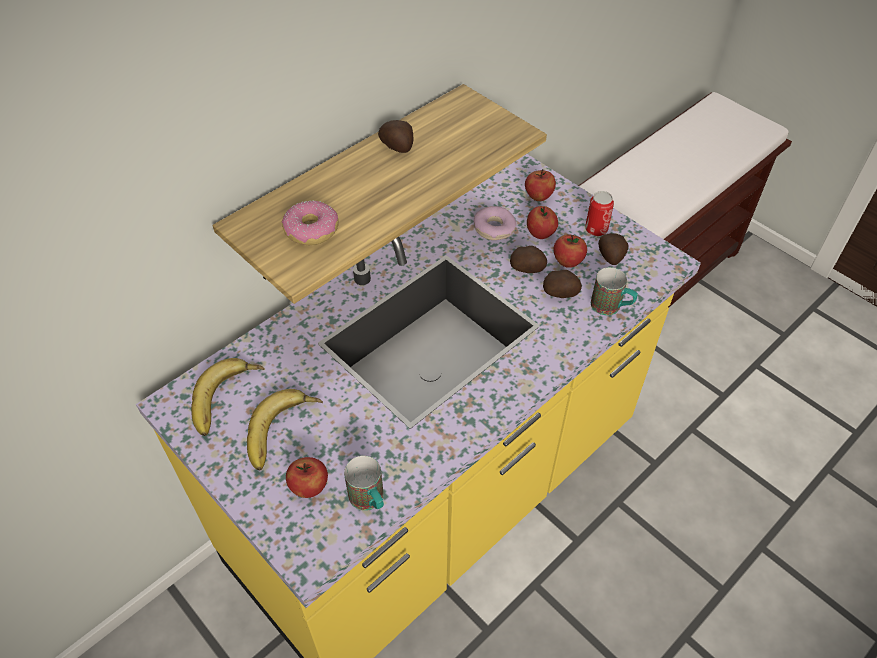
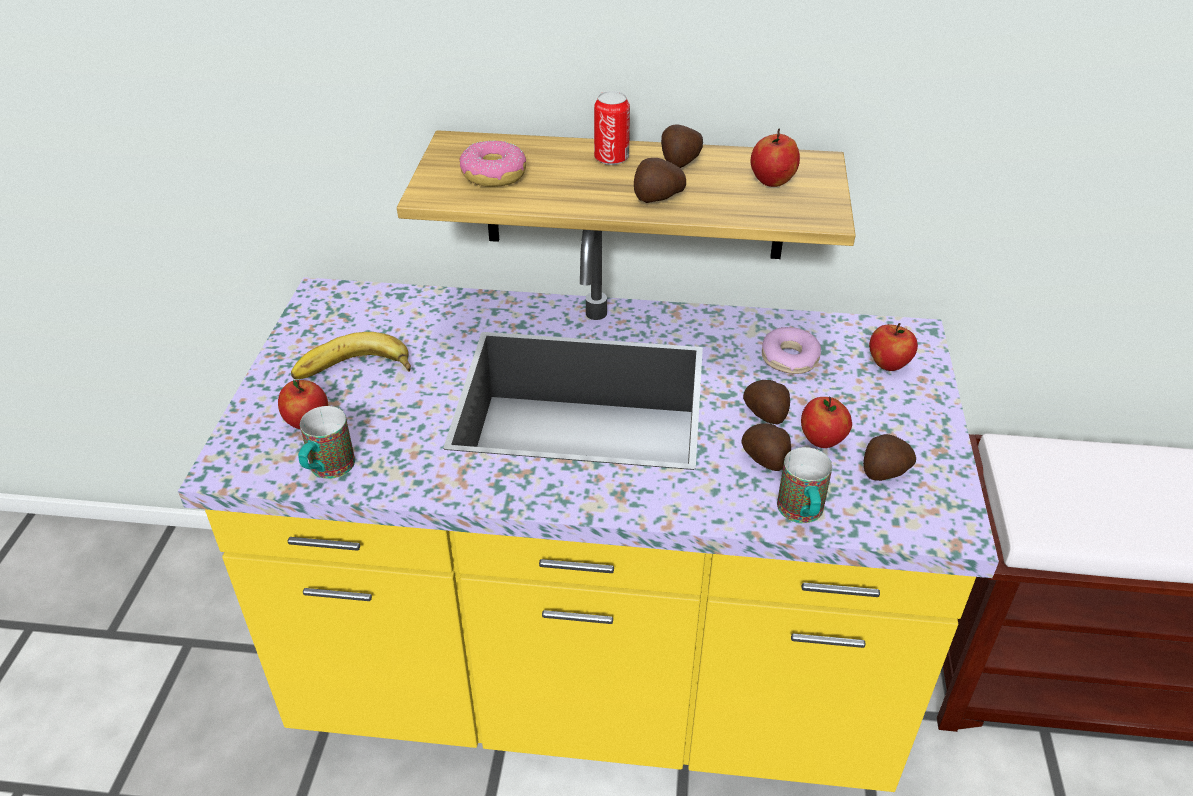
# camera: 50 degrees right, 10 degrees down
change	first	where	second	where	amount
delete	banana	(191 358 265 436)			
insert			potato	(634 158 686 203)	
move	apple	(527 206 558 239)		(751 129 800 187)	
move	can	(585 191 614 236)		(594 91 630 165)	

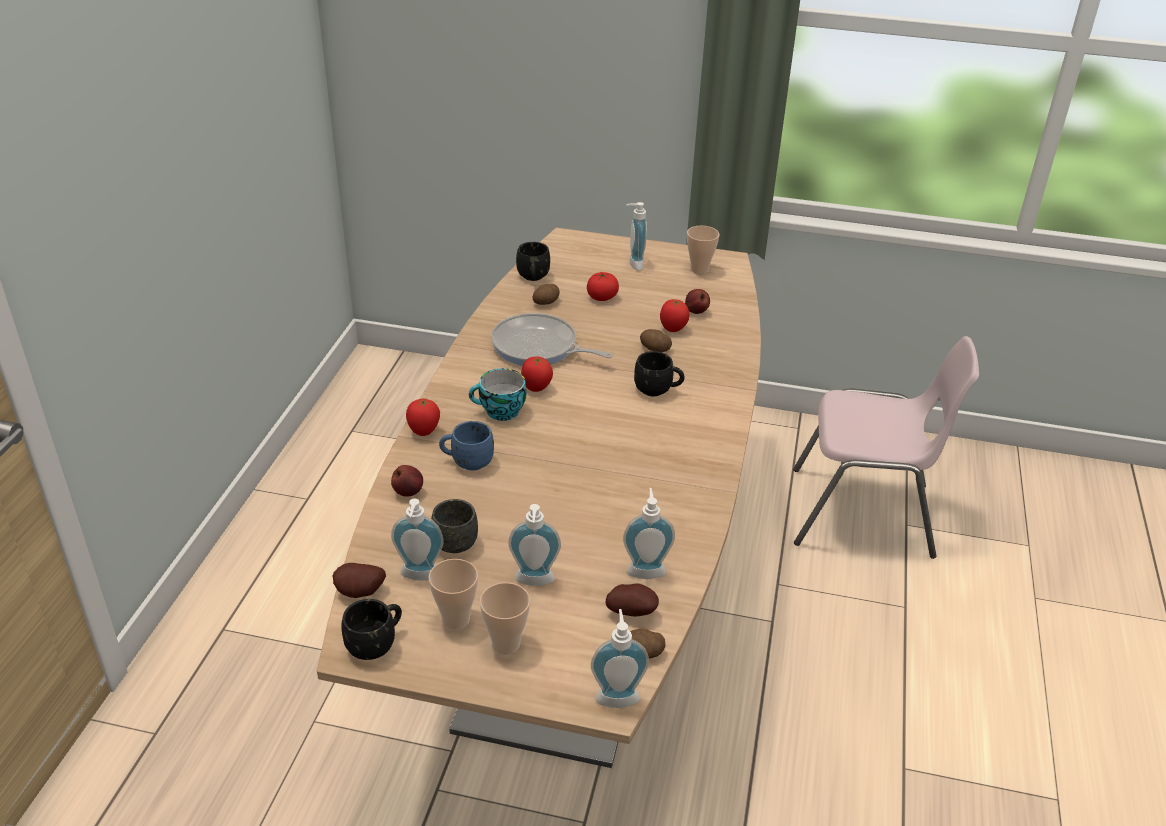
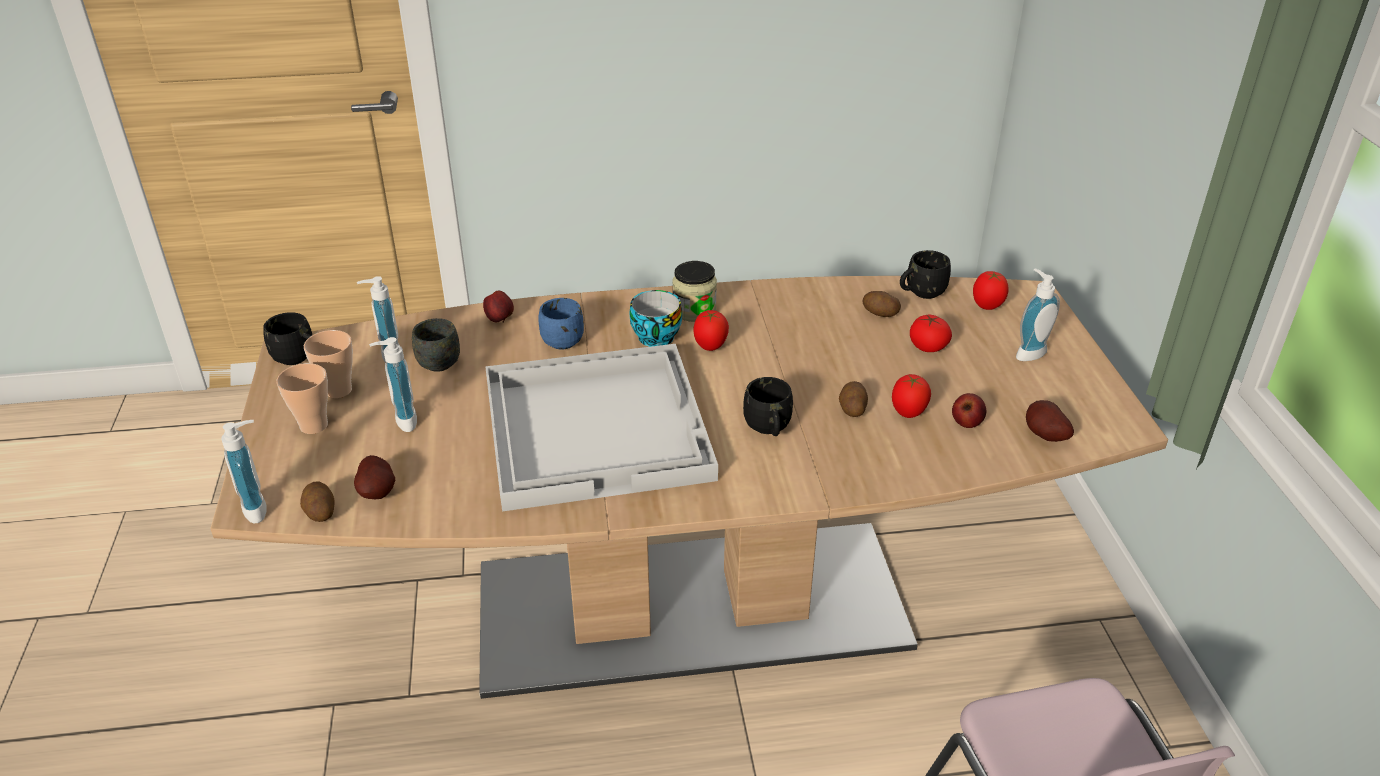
# camera: 70 degrees right, 0 degrees up
change	first	where	second	where	amount
delete	frying pan	(491 313 613 366)			
delete	soap dispenser	(623 488 675 579)			
delete	cup	(687 226 719 274)			
insert			white tray	(485 344 718 512)	
insert			jar	(672 261 717 322)	
move	potato	(332 563 386 598)		(1026 400 1074 442)	
move	tomato	(406 399 440 436)		(973 271 1008 310)	

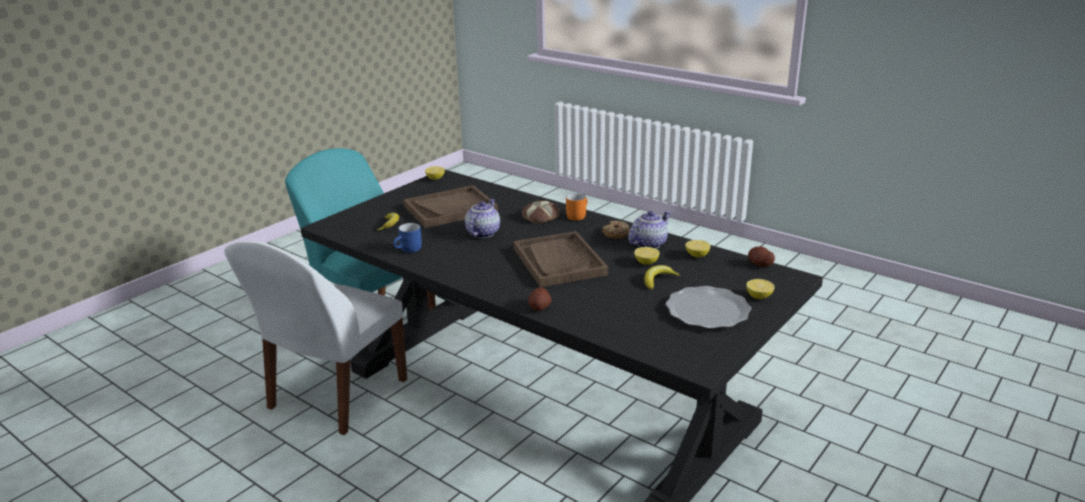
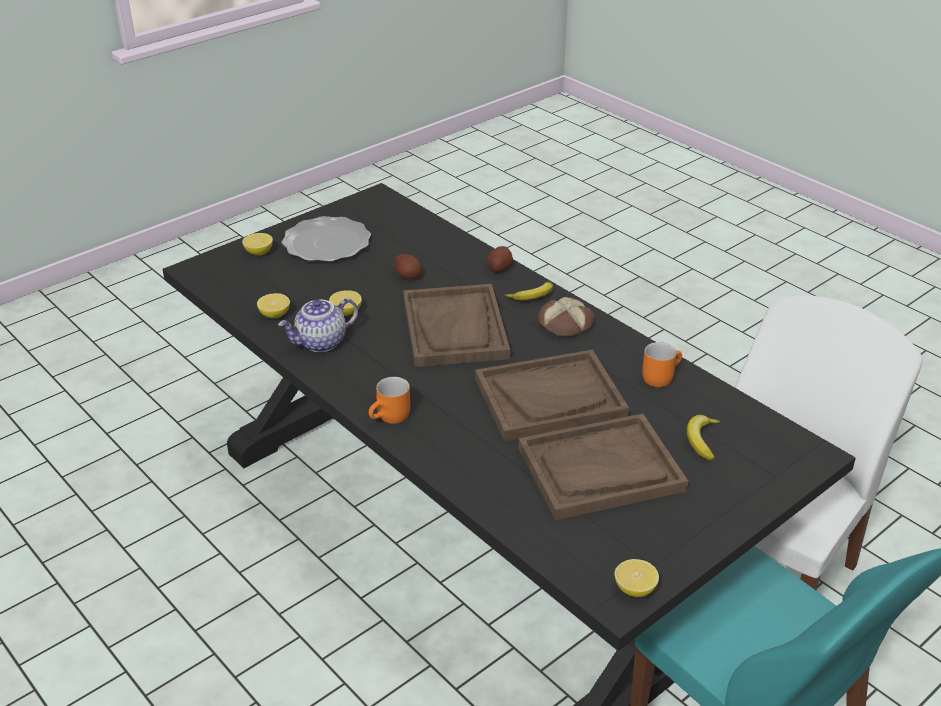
# camera: 170 degrees left, 10 degrees up
change	first	where	second	where	amount
delete	donut	(602 220 630 239)			
move	bread	(522 201 560 224)		(538 297 595 336)	
move	banana	(644 265 680 290)		(505 282 553 300)	
move	potato	(748 247 775 267)		(394 254 422 279)	
replace	teapot	(465 199 500 238)	brown tray	(475 350 629 441)	
recolor	blue mug	(393 223 422 253)	orange mug	(642 342 682 387)	

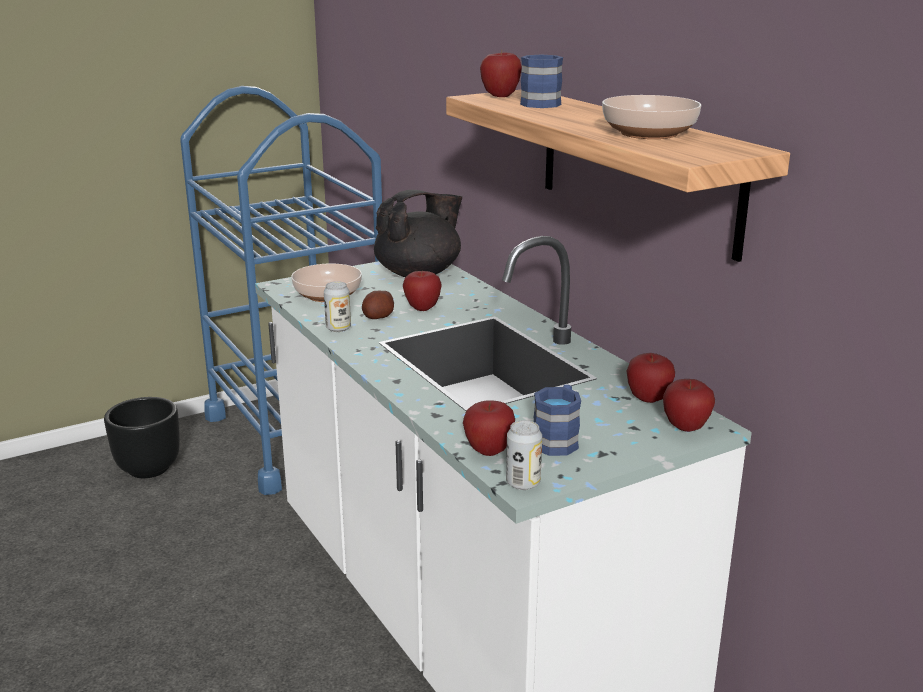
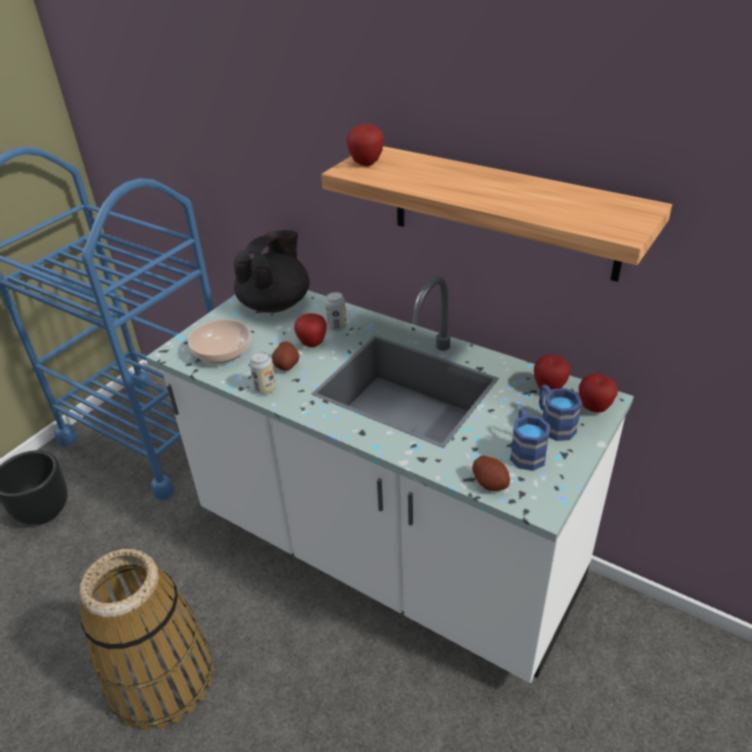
# camera: 25 degrees left, 15 degrees up
change	first	where	second	where	amount
delete	bowl	(602 95 701 139)			
insert			basket	(80 549 214 730)	
move	can	(506 420 542 490)		(325 292 347 331)	
move	blue mug	(520 55 563 108)		(539 385 582 441)	
replace	apple	(463 400 515 456)	potato	(472 456 510 491)	

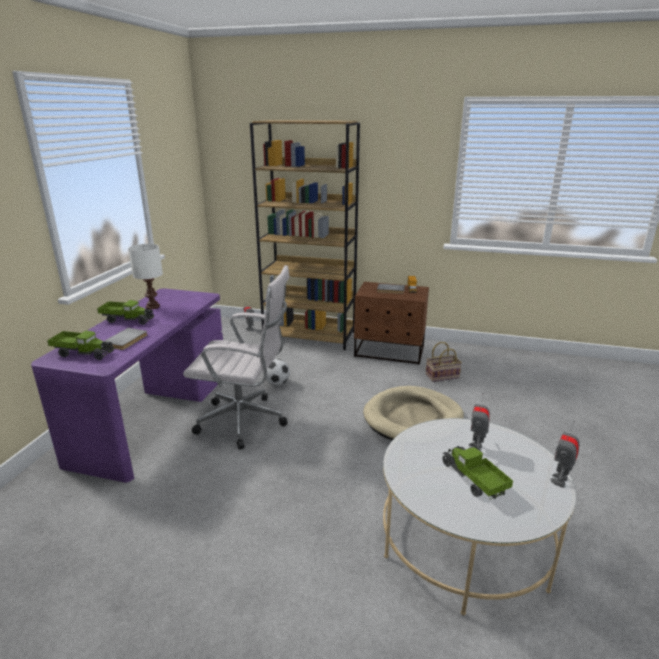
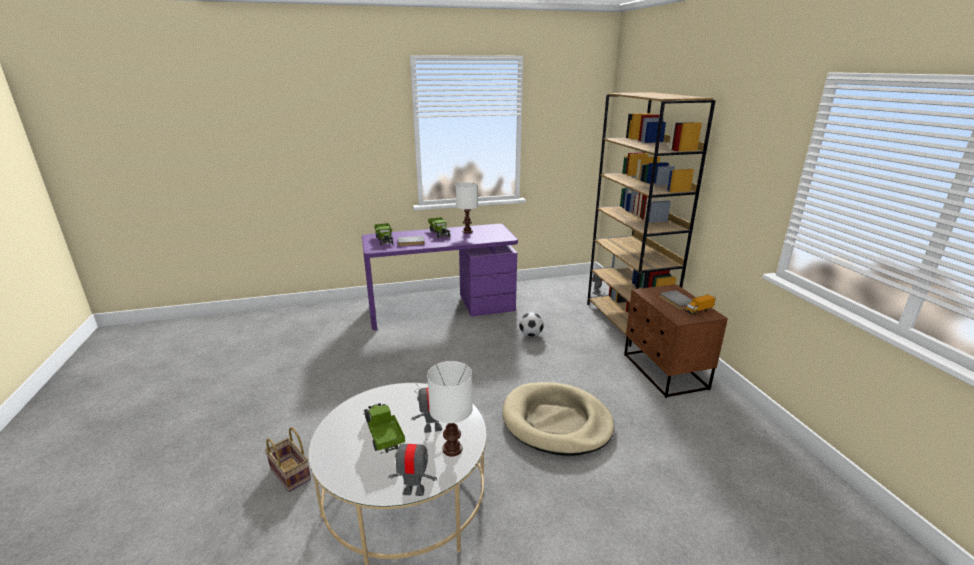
# camera: 60 degrees right, 0 degrees up
change	first	where	second	where	amount
delete	white office chair	(183 265 290 450)			
insert			white table lamp	(427 361 473 457)	
move	basket	(426 342 462 382)		(265 427 311 492)	
rotate	toy truck	(442 446 513 500)		(364 403 405 454)	60 degrees counterclockwise

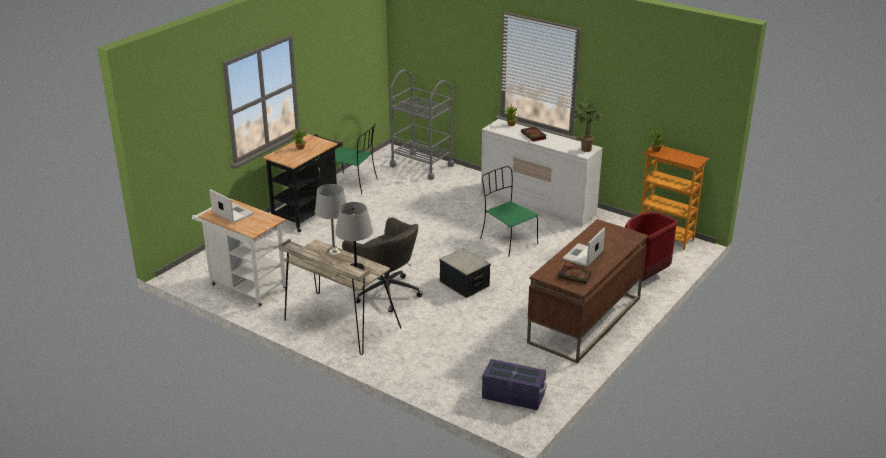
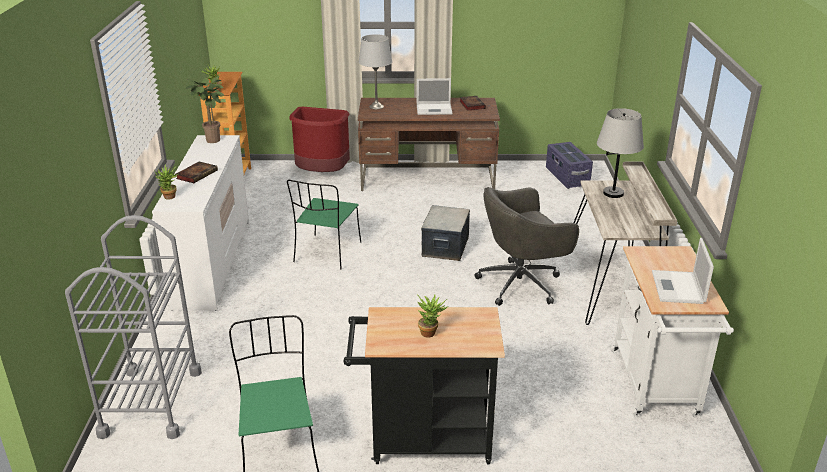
# camera: 125 degrees left, 0 degrees up
change	first	where	second	where	amount
move	grey table lamp	(315 184 347 255)		(359 34 392 109)	
rotate	grey office chair	(342 217 423 313)		(474 187 579 306)	120 degrees counterclockwise

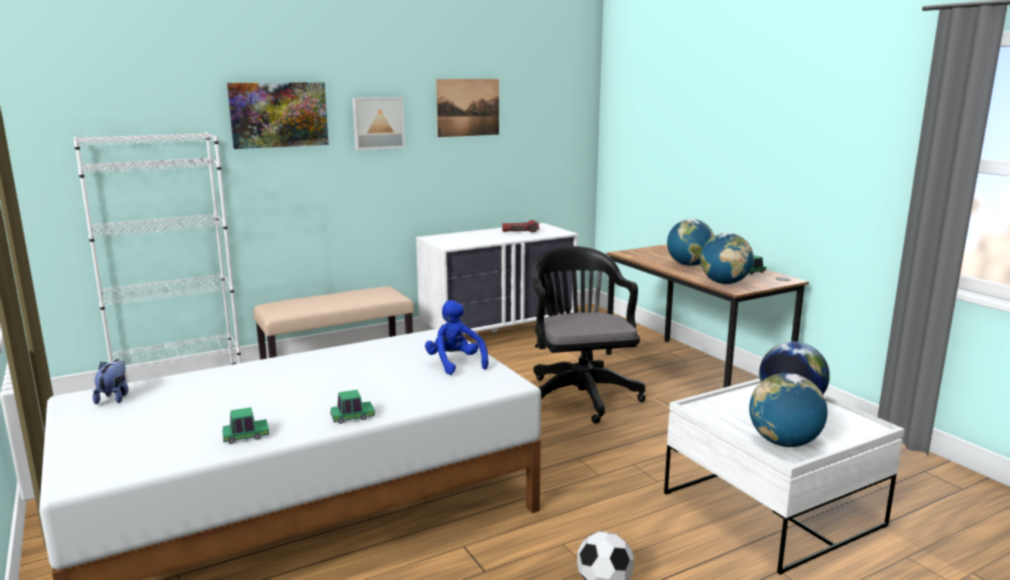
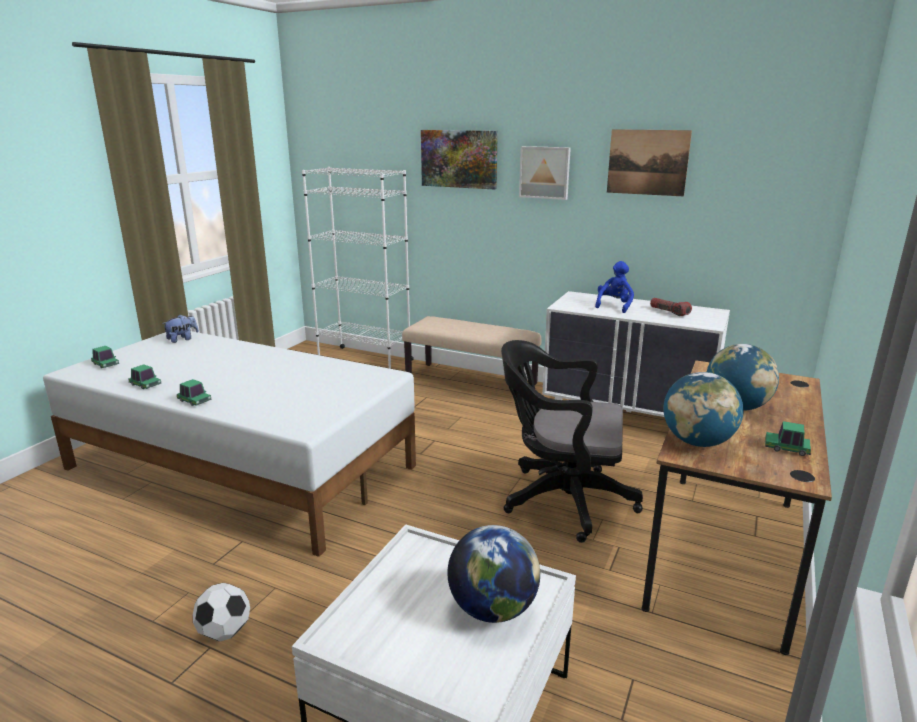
# camera: 55 degrees right, 5 degrees up
change	first	where	second	where	amount
delete	globe	(749 373 828 447)			
insert			toy car	(91 346 119 368)	
move	blue plush toy	(425 300 489 375)		(595 261 634 313)	
rotate	black office chair	(532 246 646 424)		(501 340 643 543)	120 degrees counterclockwise

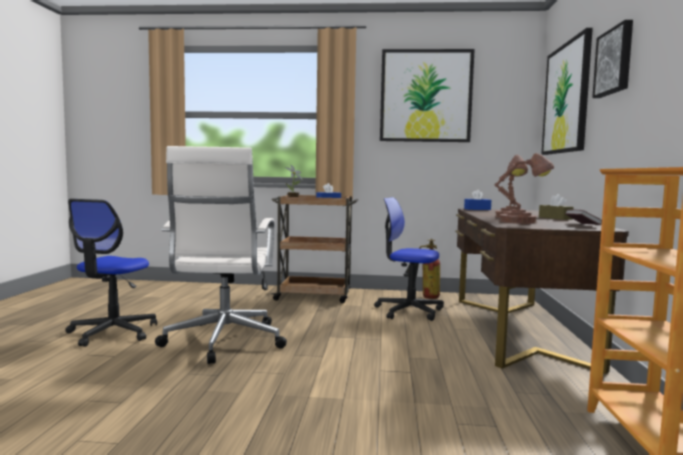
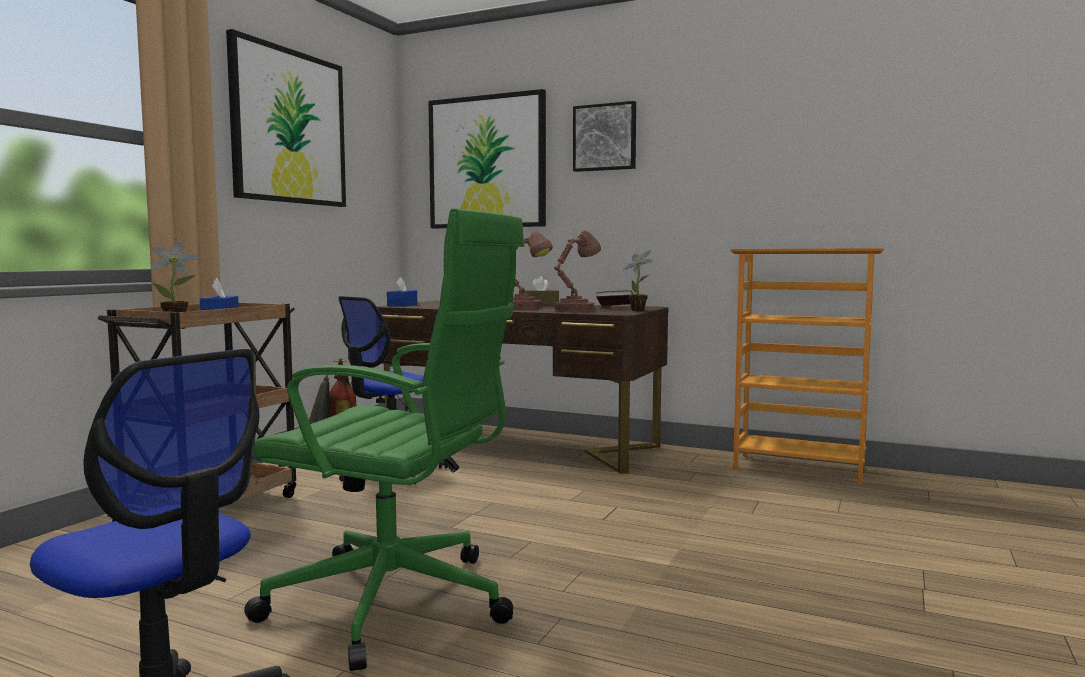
# camera: 70 degrees left, 0 degrees up
change	first	where	second	where	amount
insert			potted plant	(623 250 653 311)	
recolor	white office chair	(155 146 287 364)	green office chair	(244 208 525 671)	

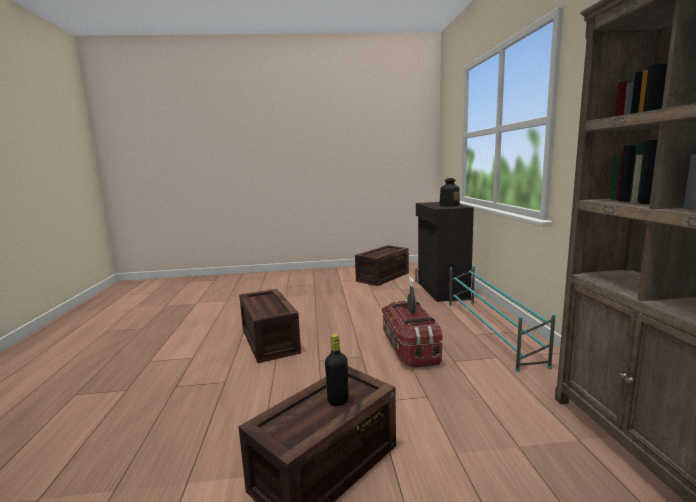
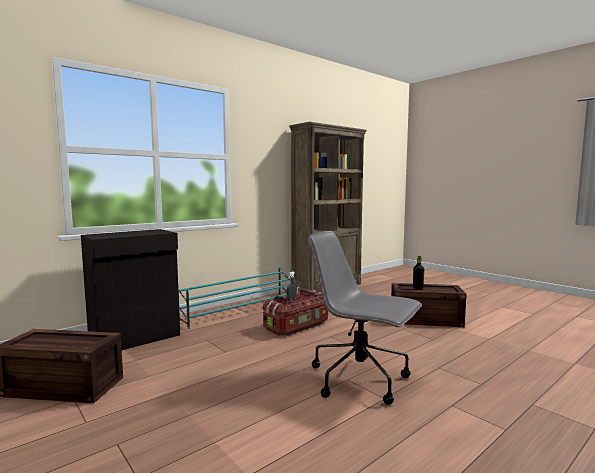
# camera: 125 degrees left, 5 degrees down
change	first	where	second	where	amount
delete	bottle	(439 178 460 206)			
replace	crate	(239 289 301 363)	grey office chair	(308 231 422 405)	

